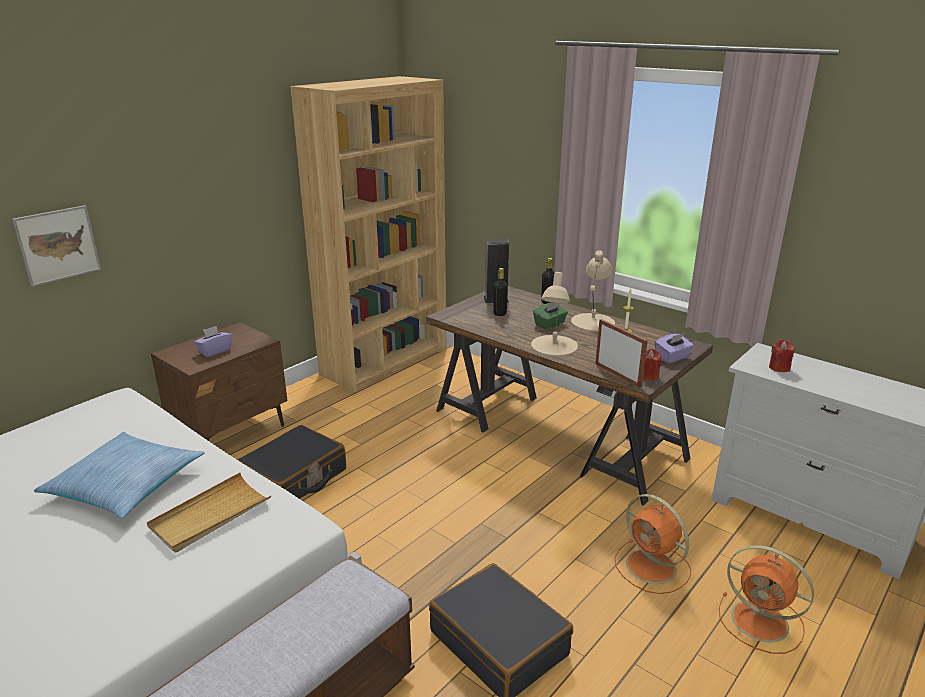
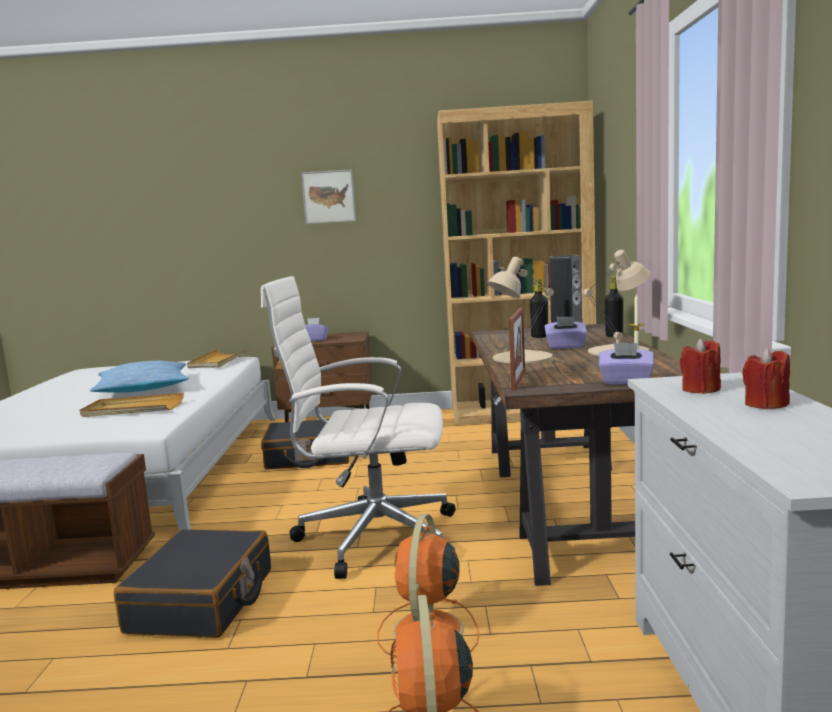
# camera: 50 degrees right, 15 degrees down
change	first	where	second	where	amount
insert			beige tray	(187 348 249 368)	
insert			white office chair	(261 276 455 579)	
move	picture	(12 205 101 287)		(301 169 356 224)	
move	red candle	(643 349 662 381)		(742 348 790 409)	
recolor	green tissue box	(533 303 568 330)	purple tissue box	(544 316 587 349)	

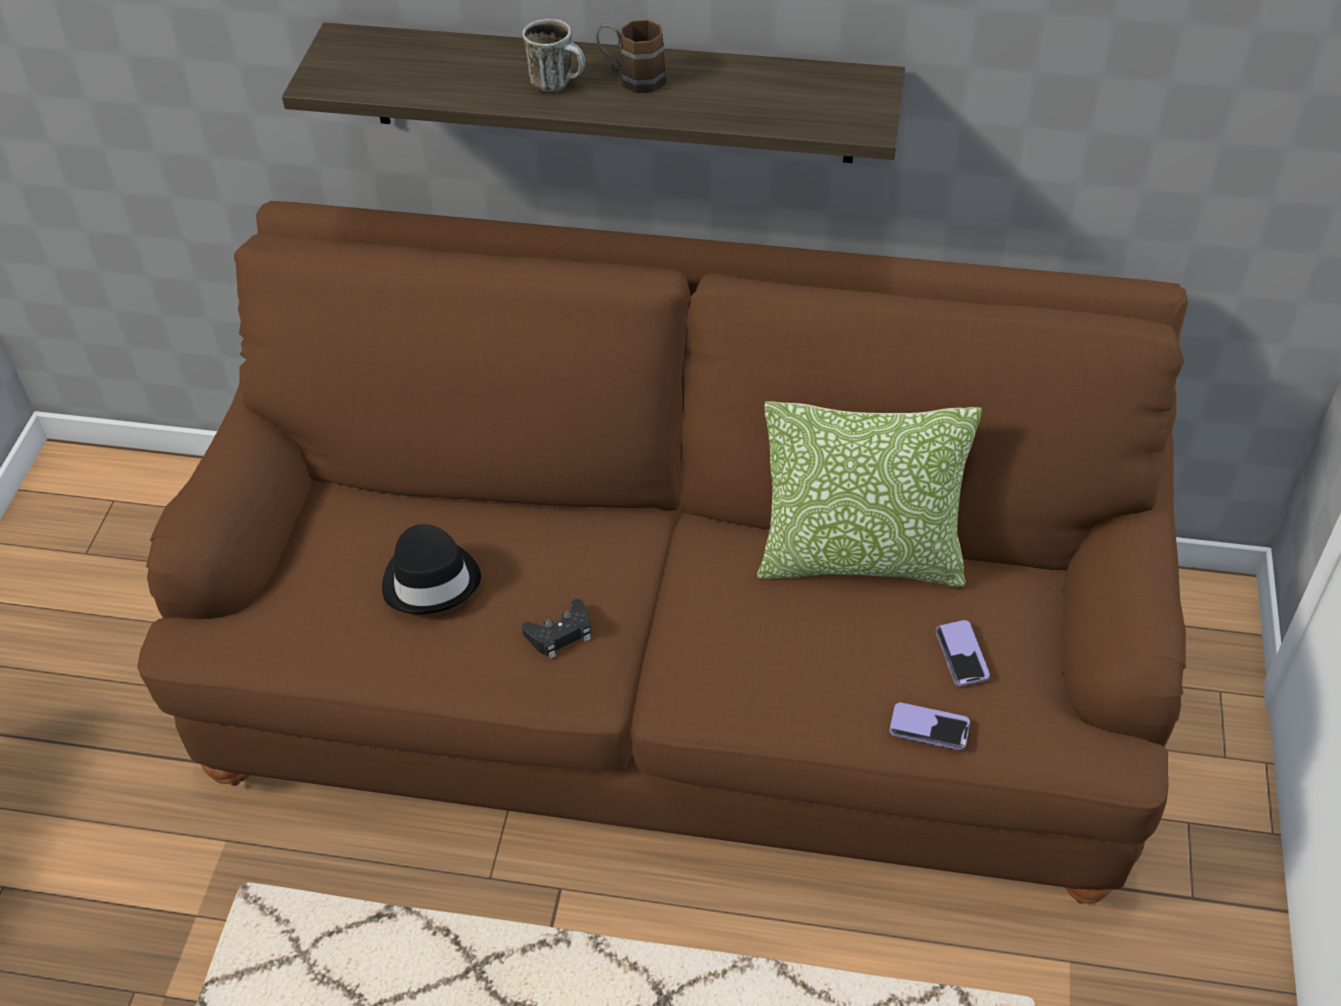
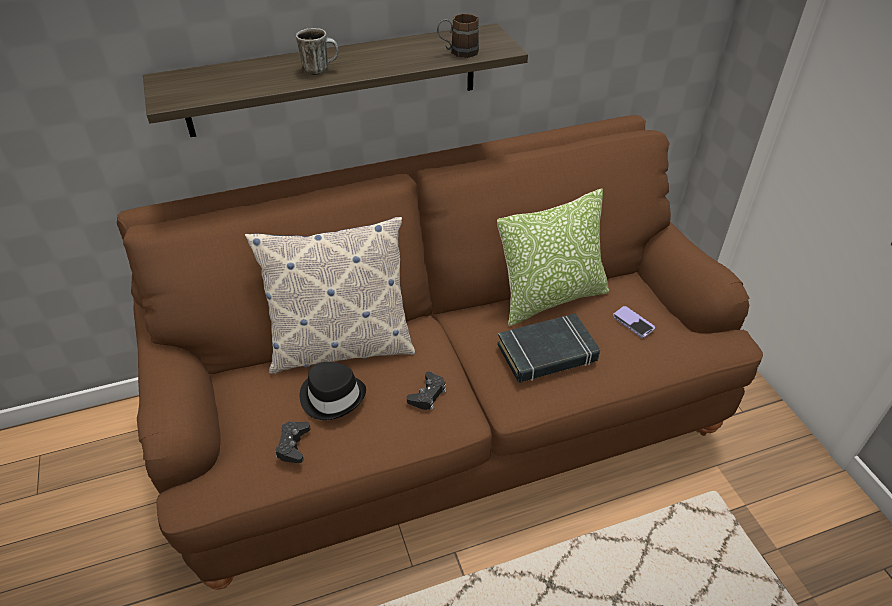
# camera: 30 degrees left, 5 degrees down
change	first	where	second	where	amount
delete	phone	(890 702 970 750)			
insert			pillow	(245 217 415 374)	
insert			black game controller	(275 421 311 463)	
insert			black book	(497 313 600 383)	
move	brown mug	(596 20 666 94)		(437 14 479 58)	

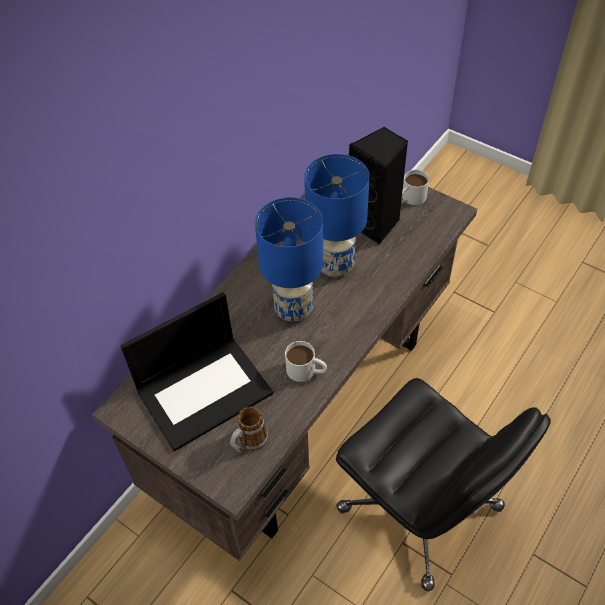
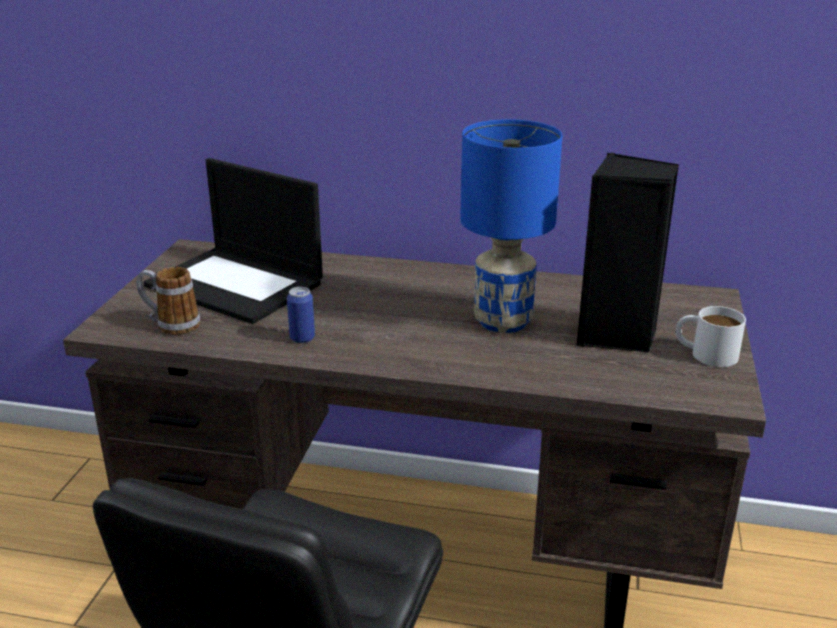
# camera: 65 degrees right, 25 degrees down
change	first	where	second	where	amount
delete	blue table lamp	(255 197 323 322)			
replace	white mug	(285 341 327 382)	can	(287 287 315 343)	

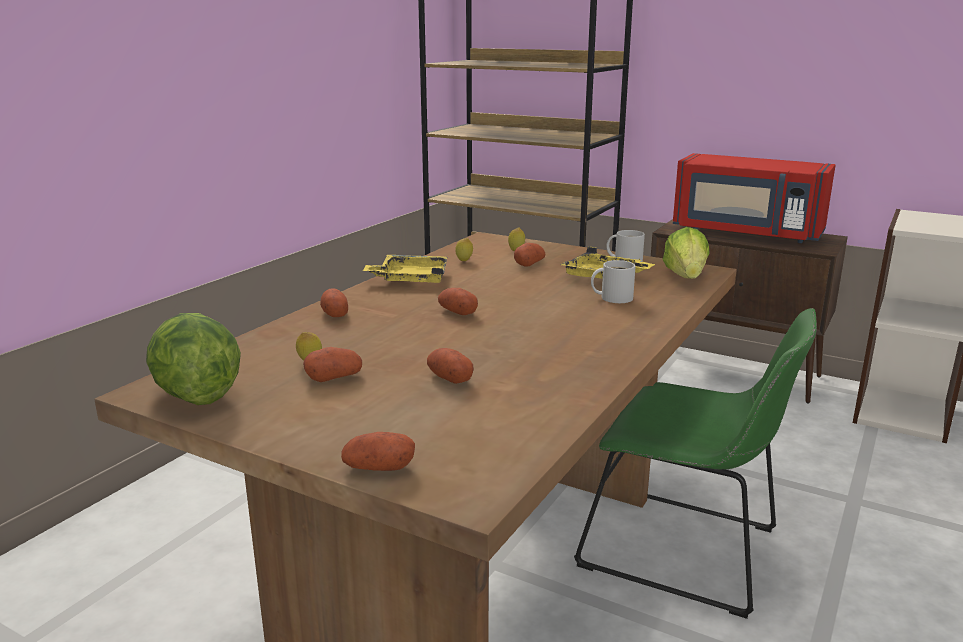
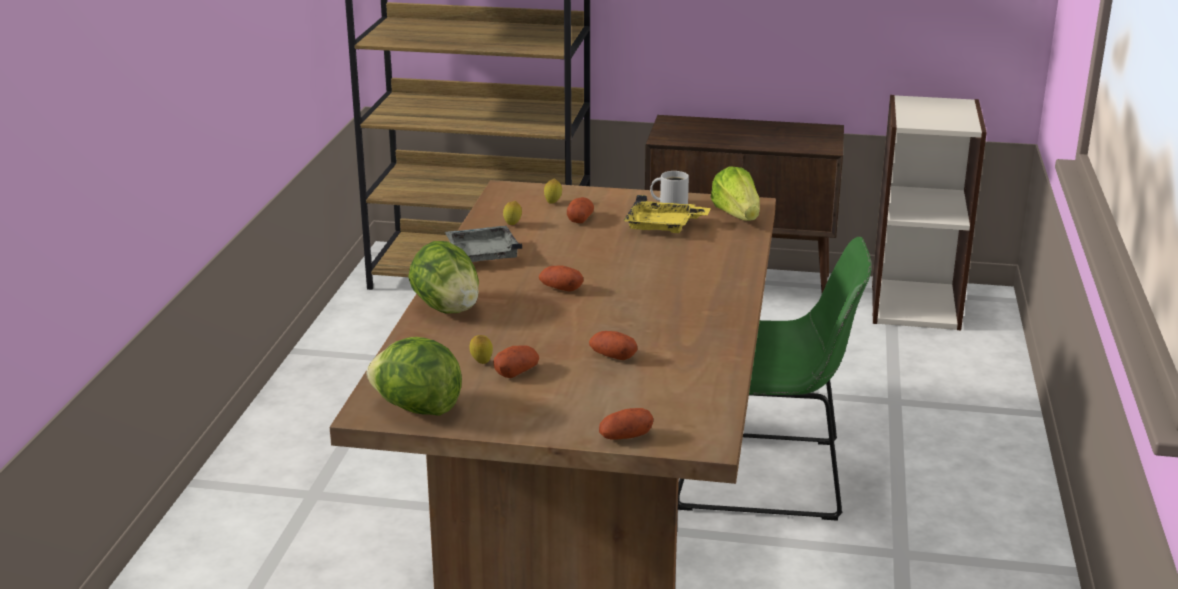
# camera: 20 degrees left, 5 degrees up
change	first	where	second	where	amount
delete	white mug	(591 260 636 303)			
delete	red microwave	(673 153 835 243)			
replace	potato	(320 288 348 317)	lettuce	(408 241 479 313)	
recolor	yellow tray	(363 255 447 283)	grey tray	(445 226 522 262)	

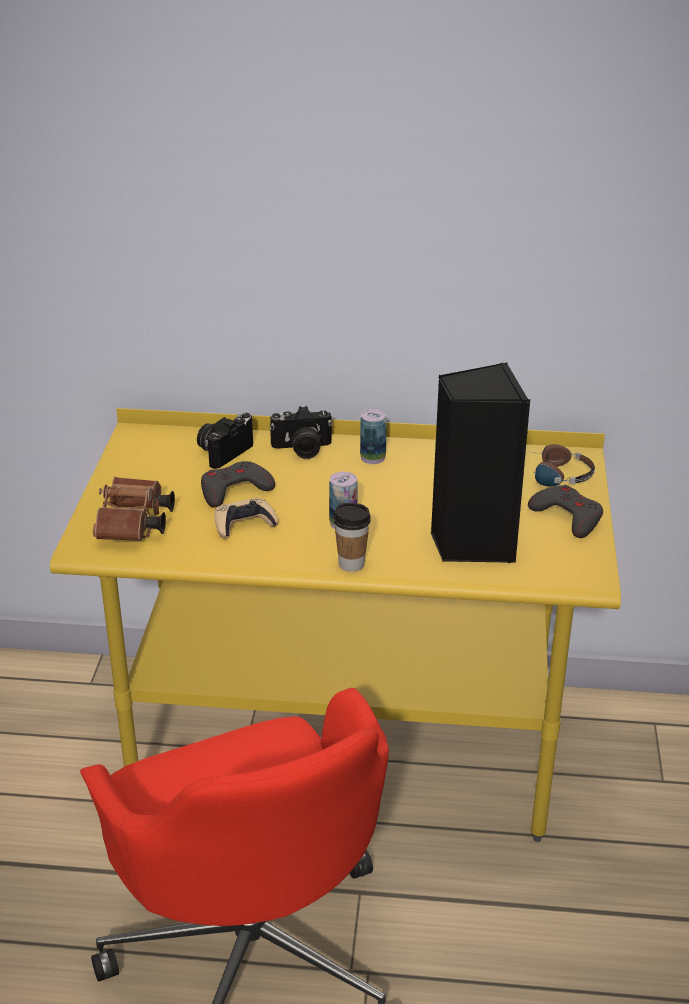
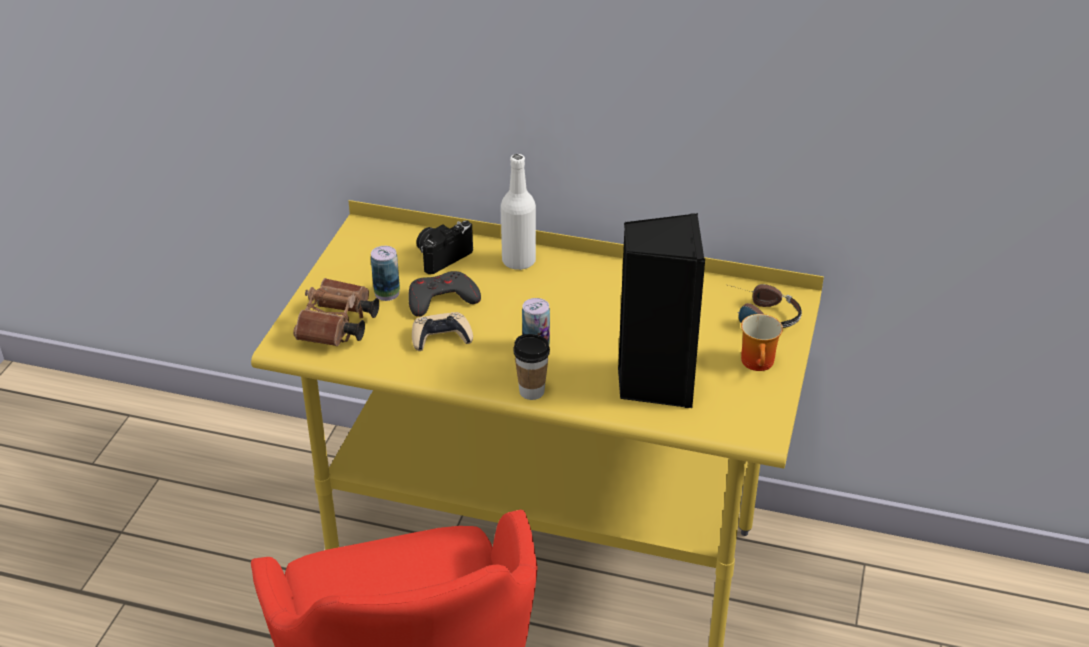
# camera: 10 degrees right, 5 degrees up
change	first	where	second	where	amount
move	can	(360 409 387 464)		(371 246 400 301)	
replace	photo camera	(270 406 333 459)	white bottle	(501 154 536 270)	
replace	grey game controller	(528 485 603 538)	mug	(741 314 783 371)	

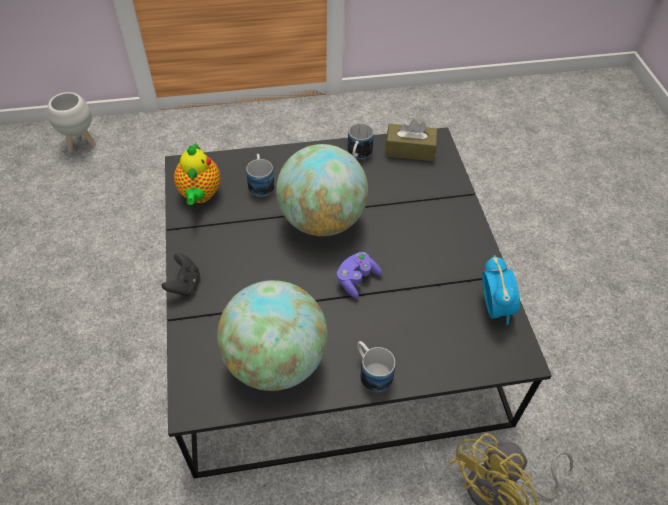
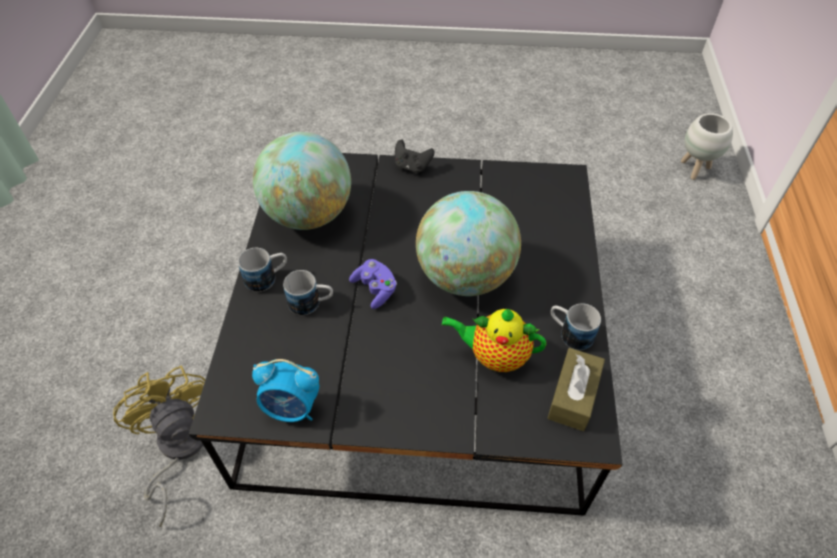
# camera: 105 degrees right, 0 degrees up
change	first	where	second	where	amount
move	teapot	(174 142 221 205)		(442 308 546 372)	
move	mug	(246 154 275 197)		(283 270 333 315)	

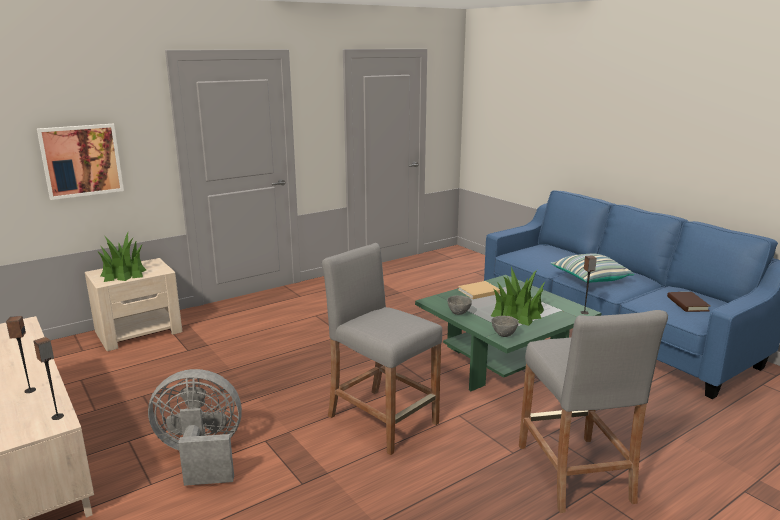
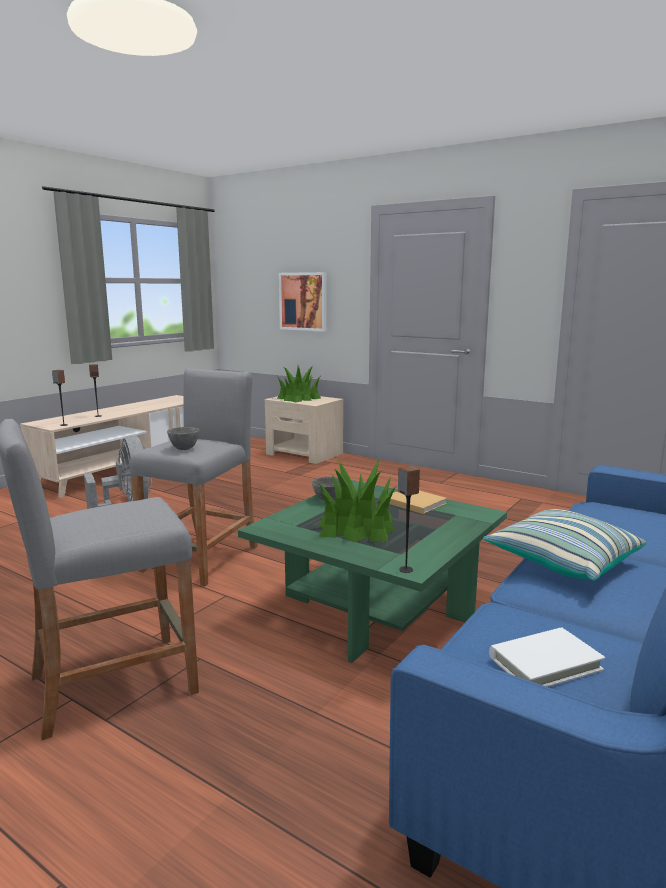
# camera: 70 degrees right, 5 degrees down
change	first	where	second	where	amount
move	grey bowl	(492 316 519 337)		(167 427 200 450)	
recolor	brown book	(667 292 711 312)	white book	(489 627 606 687)	

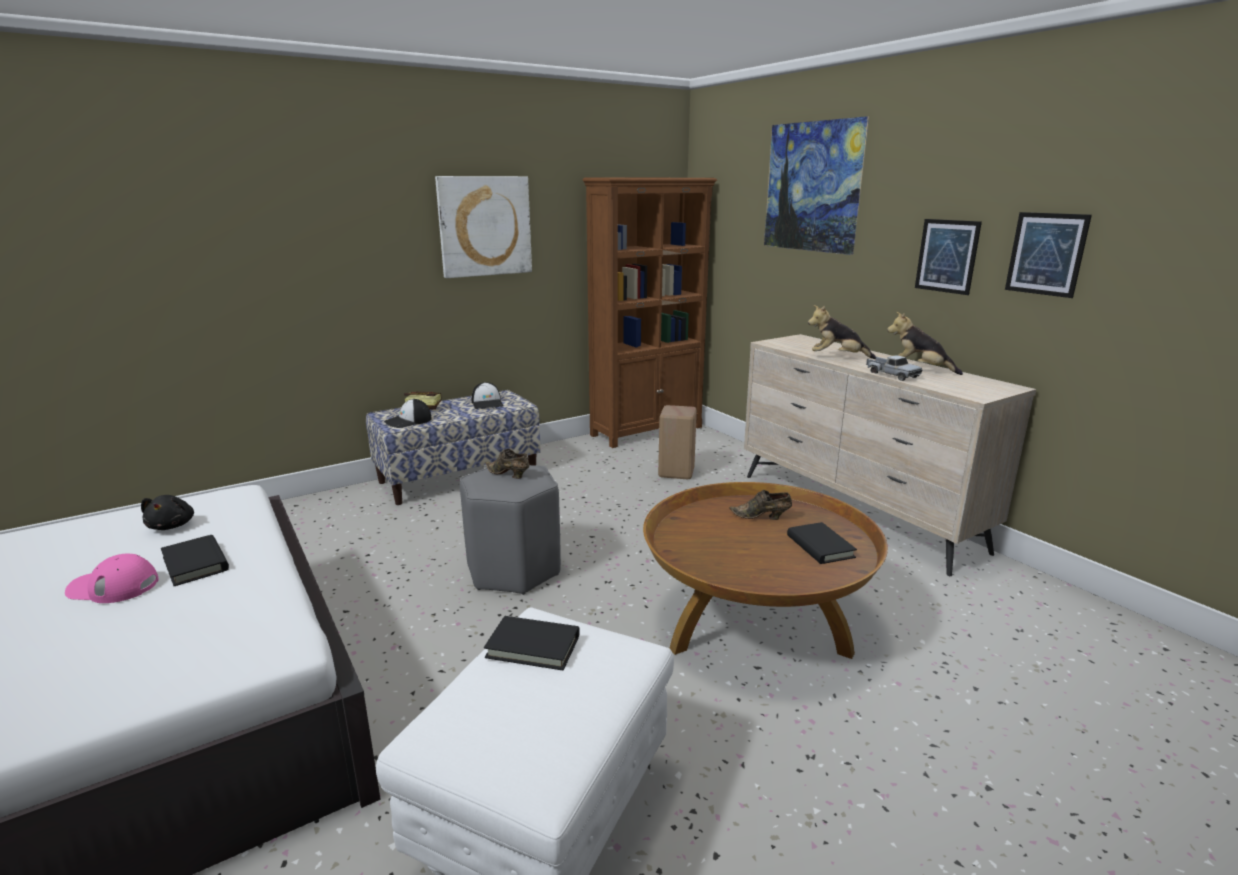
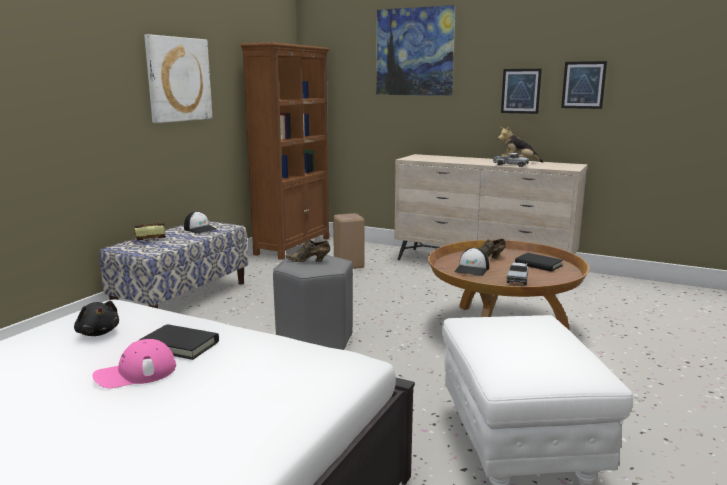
# camera: 30 degrees left, 5 degrees down
change	first	where	second	where	amount
delete	black book	(484 616 580 670)			
delete	plush toy	(808 305 876 359)			
insert			toy truck	(507 262 529 285)	
move	cap	(384 399 432 428)		(454 248 489 276)	

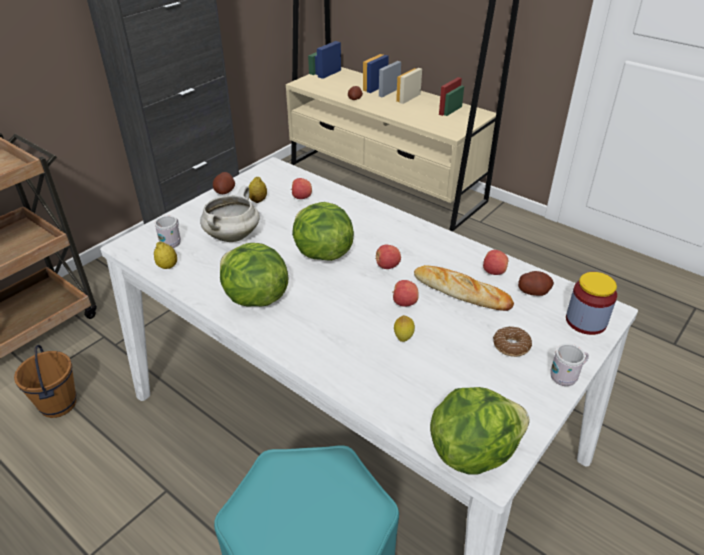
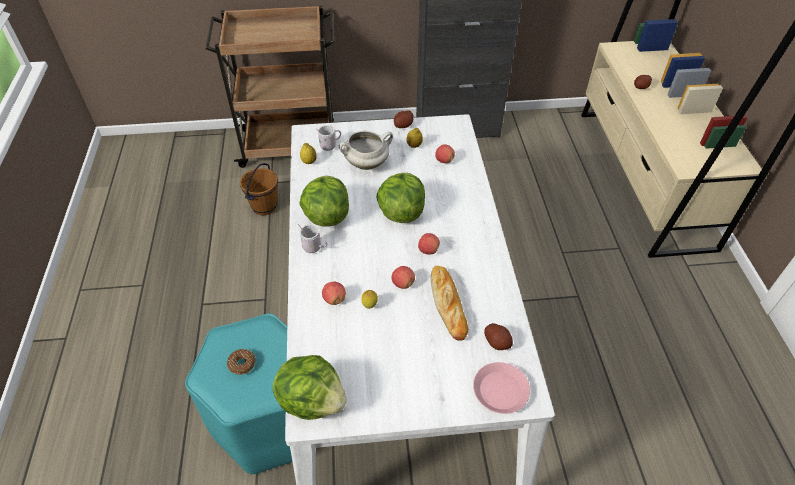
# camera: 45 degrees right, 10 degrees up
change	first	where	second	where	amount
move	apple	(483 250 508 275)		(322 282 346 305)	
move	donut	(493 326 532 357)		(227 349 256 375)	
move	white mug	(550 343 589 386)		(298 224 327 253)	
replace	jar	(566 272 617 335)	pink plate	(473 362 530 414)	

